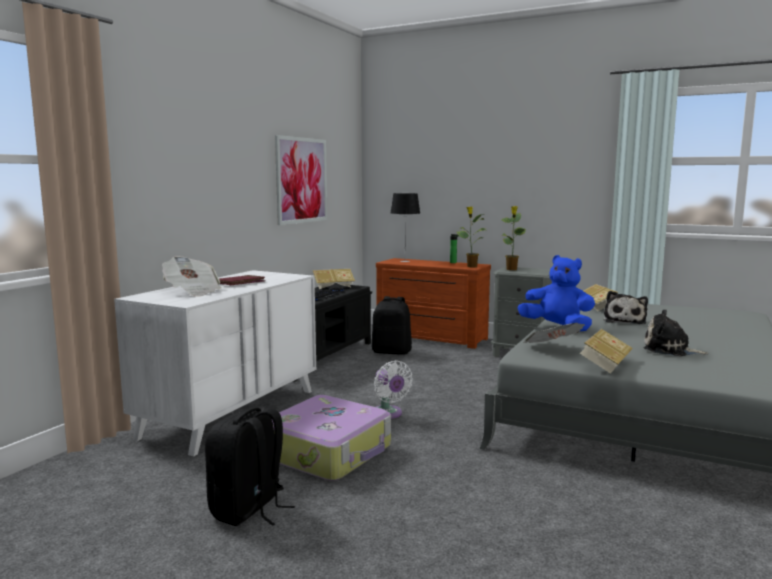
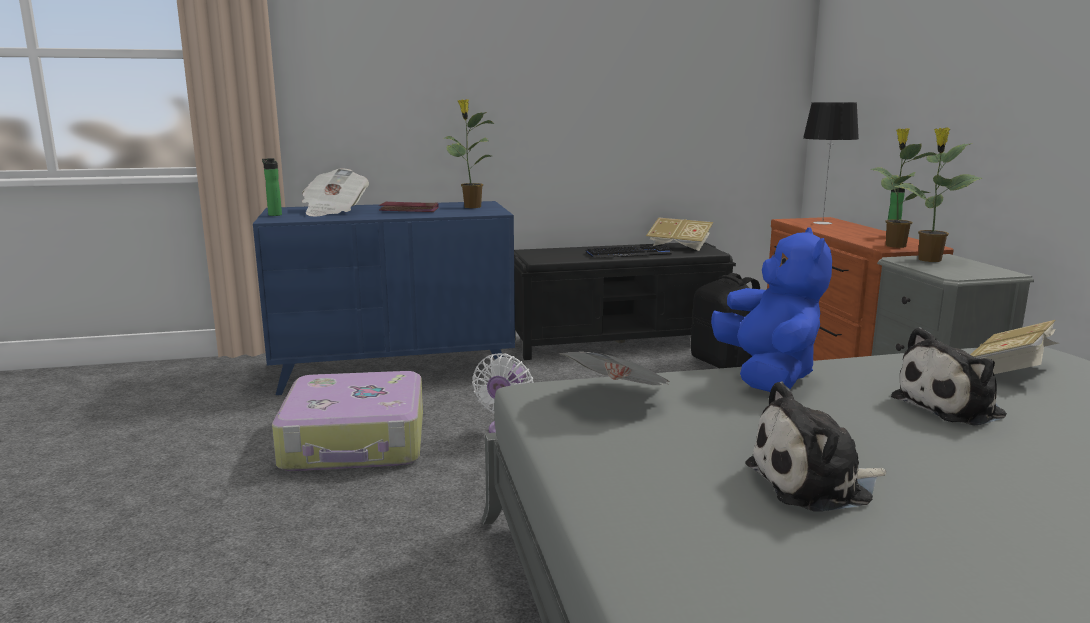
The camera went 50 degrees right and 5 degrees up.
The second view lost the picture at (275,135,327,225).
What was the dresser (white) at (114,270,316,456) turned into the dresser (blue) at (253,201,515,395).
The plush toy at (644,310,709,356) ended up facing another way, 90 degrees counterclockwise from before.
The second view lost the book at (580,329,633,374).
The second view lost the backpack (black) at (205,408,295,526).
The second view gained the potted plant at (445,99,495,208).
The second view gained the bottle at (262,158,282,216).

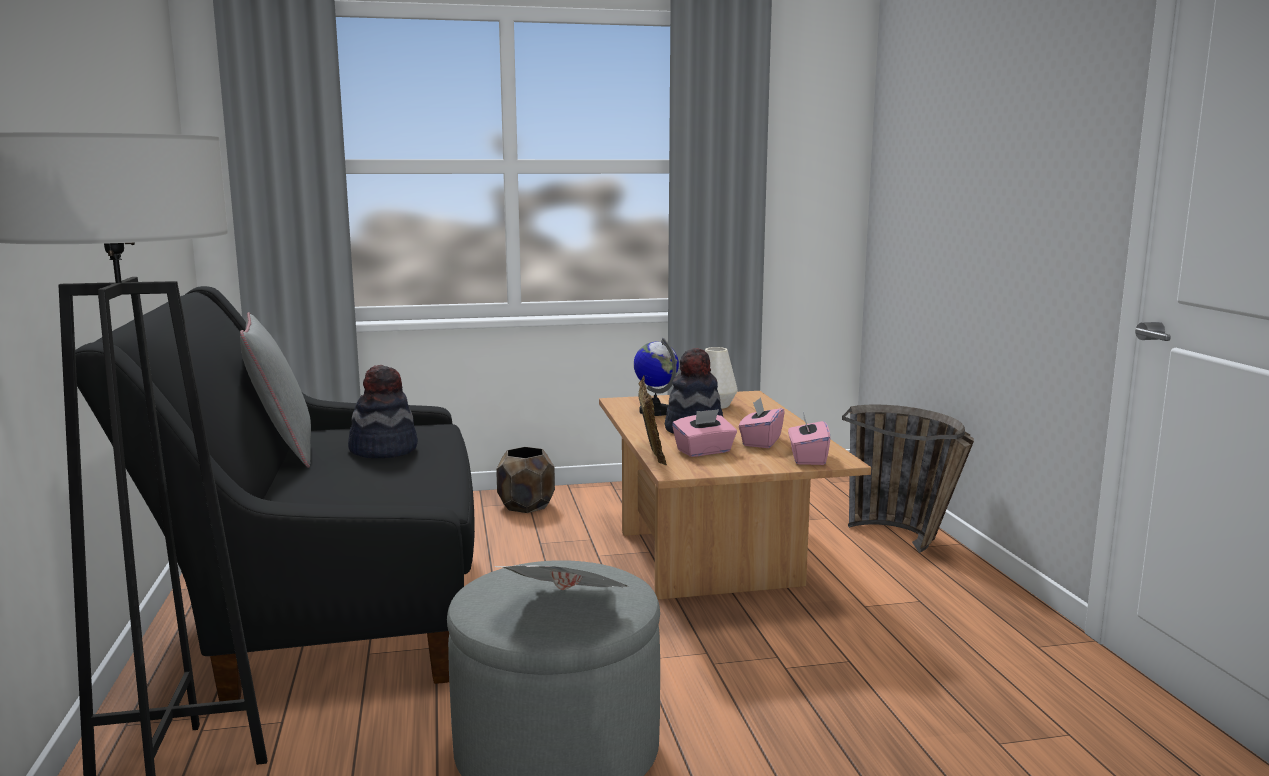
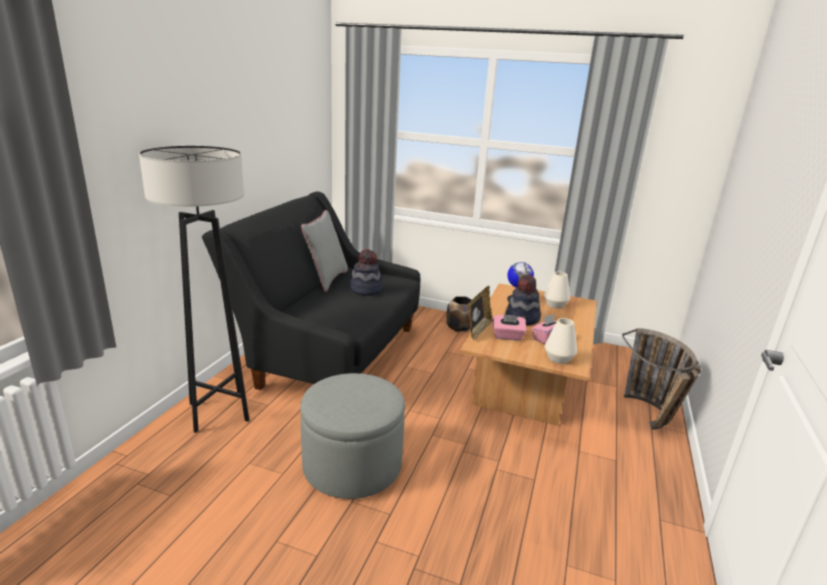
The camera went 30 degrees right and 10 degrees up.
Where the tissue box (pink) stood at (788,412,830,465), the vase (white) came to stand at (545,318,577,364).
The second view lost the newspaper at (494,565,628,590).

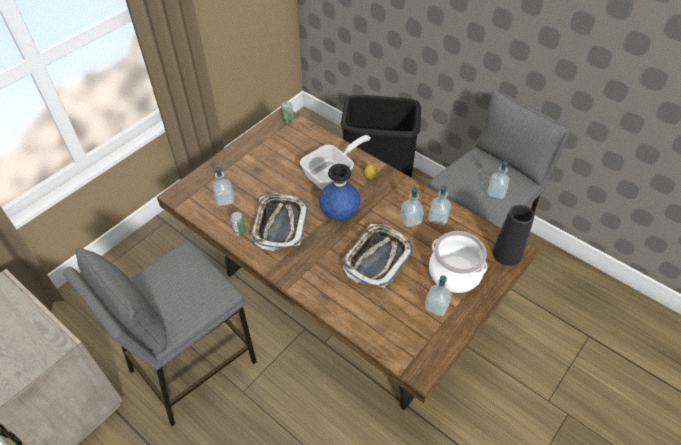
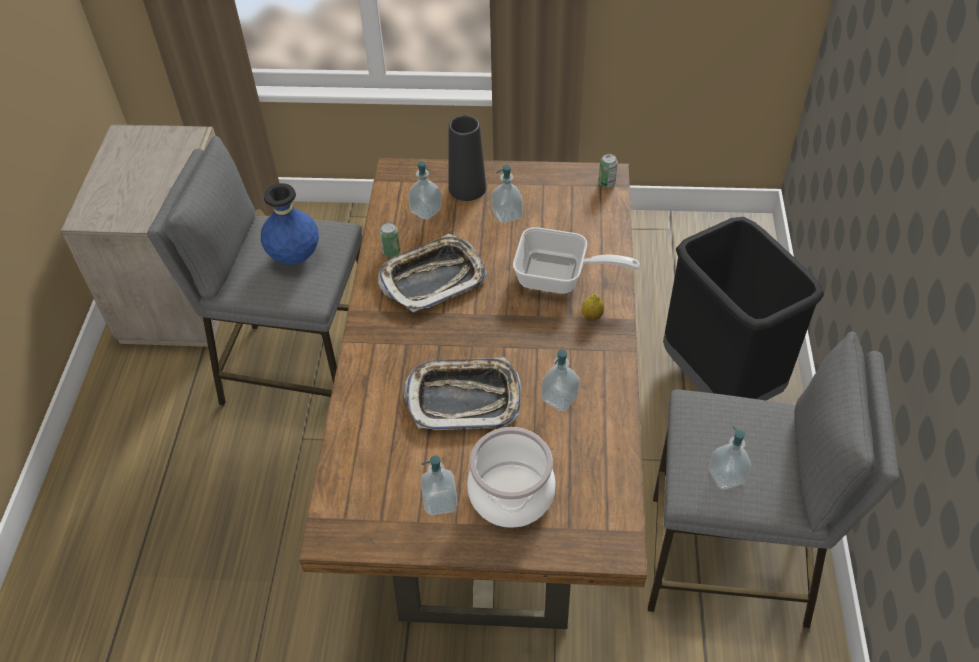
The camera went 55 degrees right and 0 degrees up.
The vase (blue) ended up elsewhere, having gone from (319,164,361,221) to (261,183,319,265).
The soap dispenser ended up elsewhere, having gone from (428,186,451,225) to (492,165,522,223).
The vase (black) ended up elsewhere, having gone from (492,205,534,266) to (448,115,486,201).

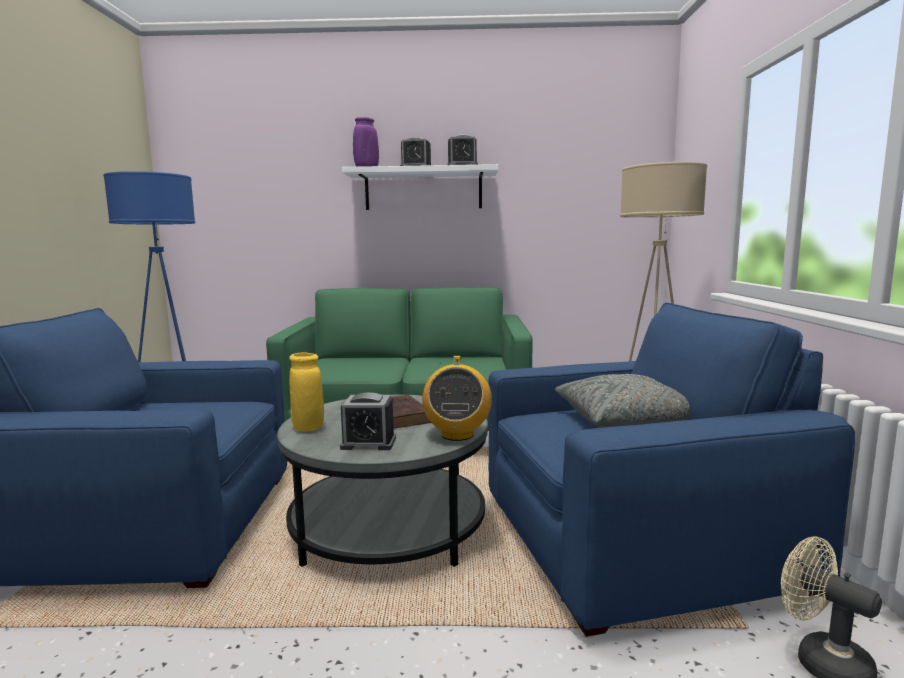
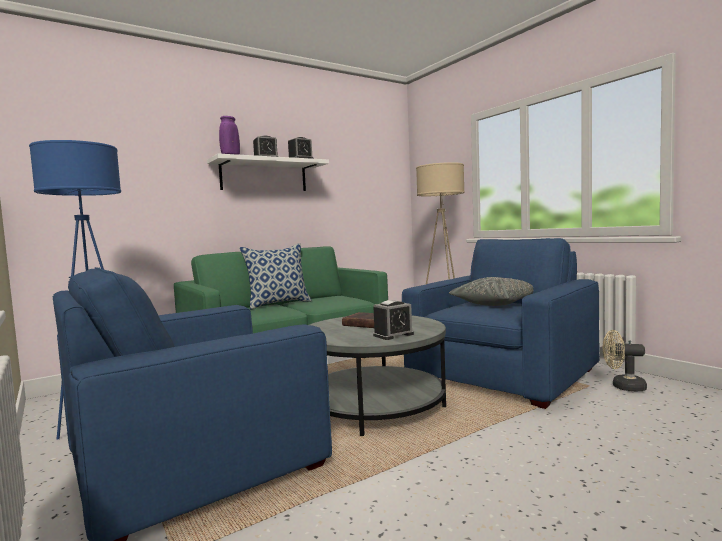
The camera went 35 degrees left and 5 degrees down.
The second view lost the vase (yellow) at (289,353,324,432).
The second view lost the radio at (422,356,492,441).
The second view gained the pillow at (240,243,312,309).

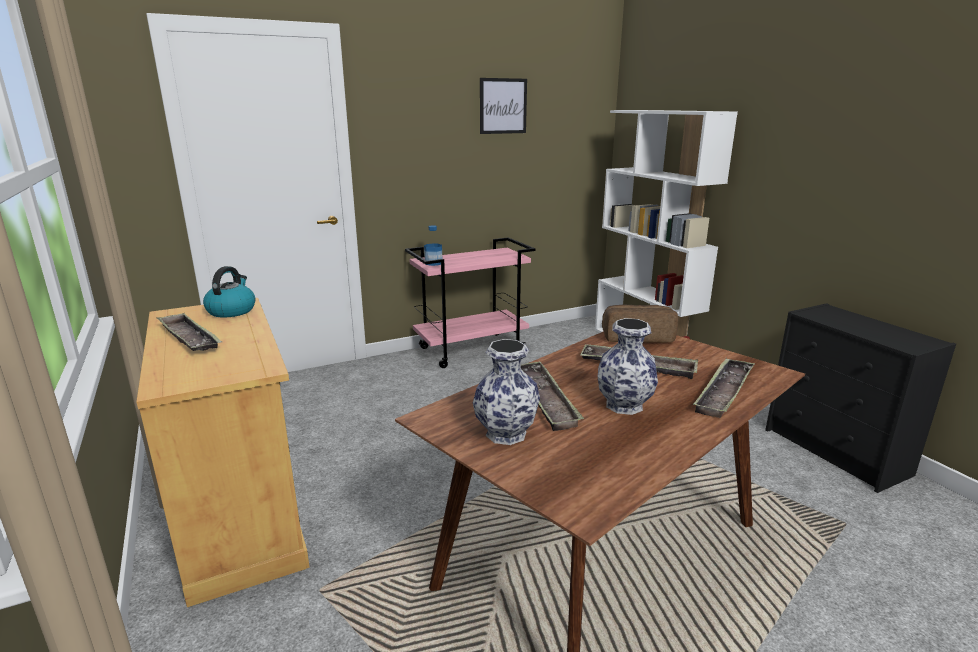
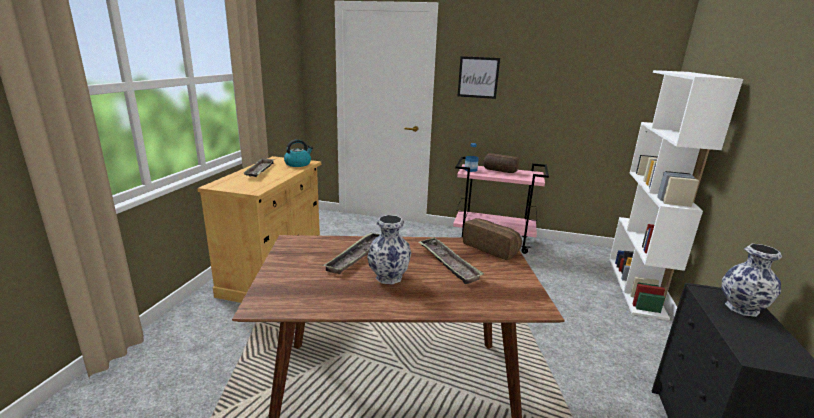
The camera went 40 degrees right and 0 degrees up.
The picture ended up elsewhere, having gone from (480,78,527,134) to (458,56,500,99).
The vase ended up elsewhere, having gone from (473,339,540,445) to (721,244,782,317).
The second view lost the tray at (693,358,755,418).
The second view gained the bread at (483,153,519,173).

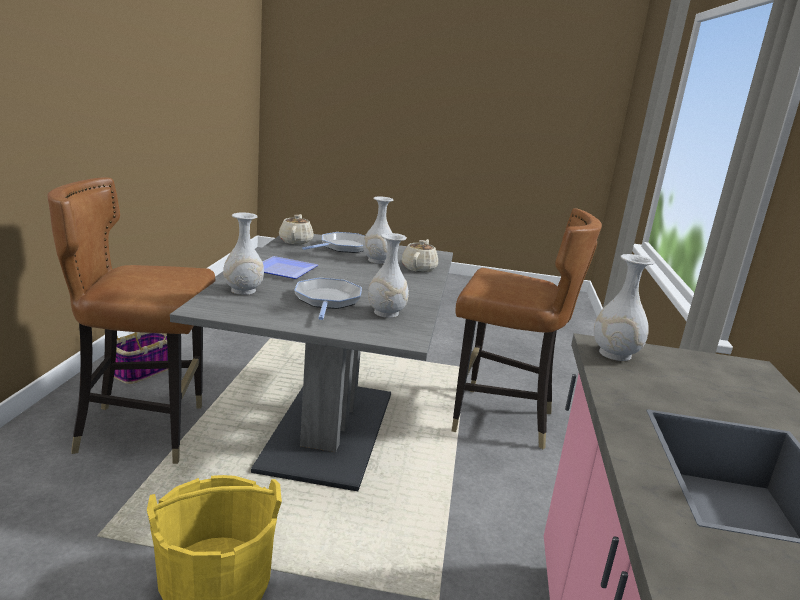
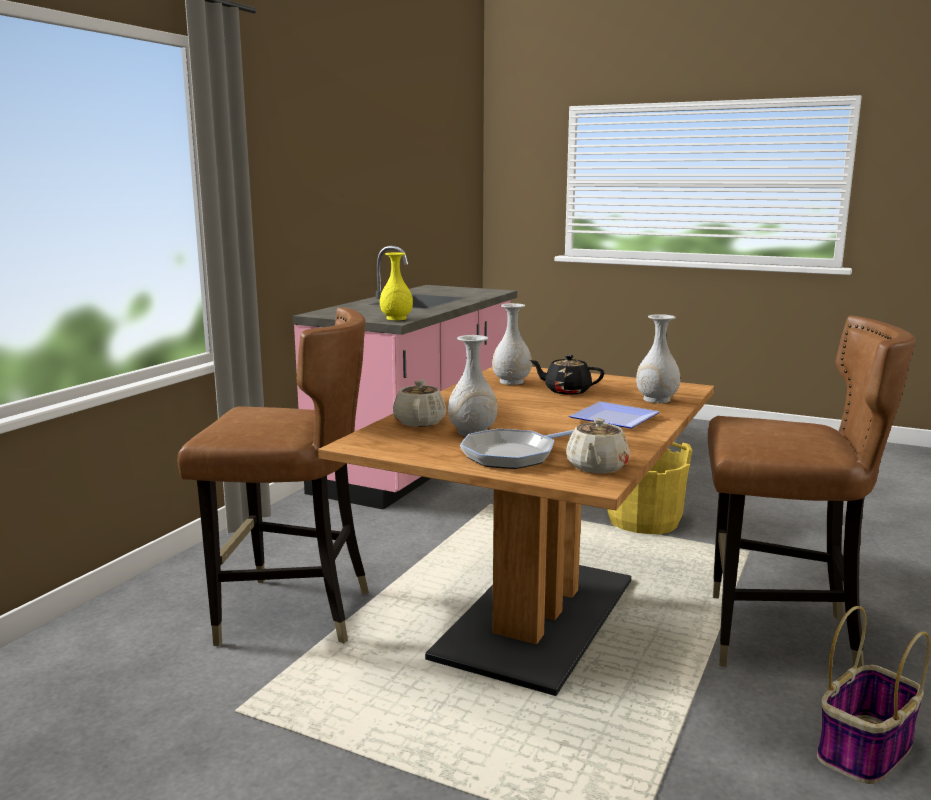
The camera went 160 degrees left and 5 degrees down.
The chair (brown) at (452,208,602,449) ended up facing another way, 150 degrees clockwise from before.
What was the dining table (grey) at (170,234,453,491) turned into the dining table (brown) at (318,367,714,696).
The teapot (beige) at (402,239,438,272) ended up facing another way, 150 degrees clockwise from before.
What was the vase (white) at (594,254,655,361) turned into the vase (yellow) at (380,253,413,321).
Where the frying pan stood at (294,278,362,320), the teapot (black) came to stand at (529,355,604,395).

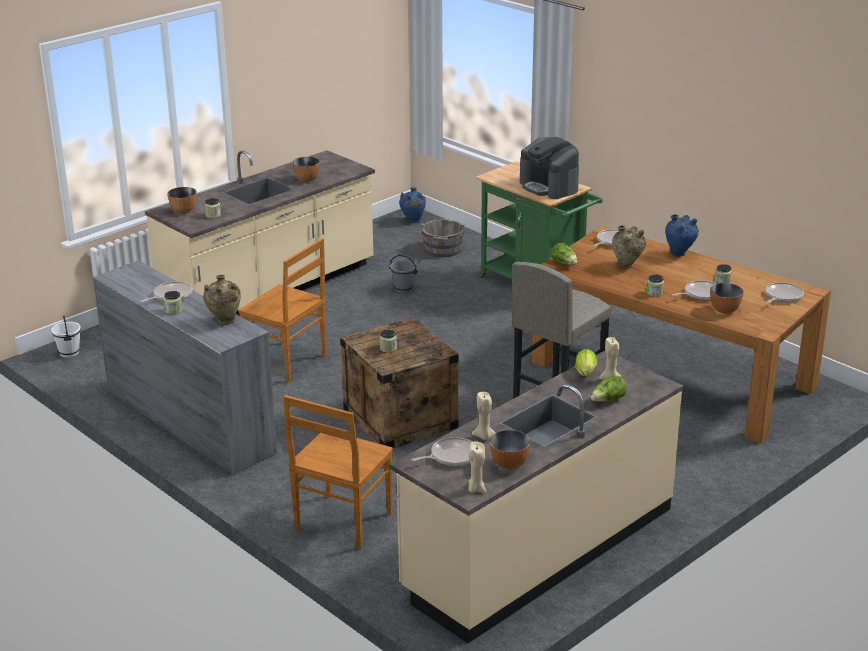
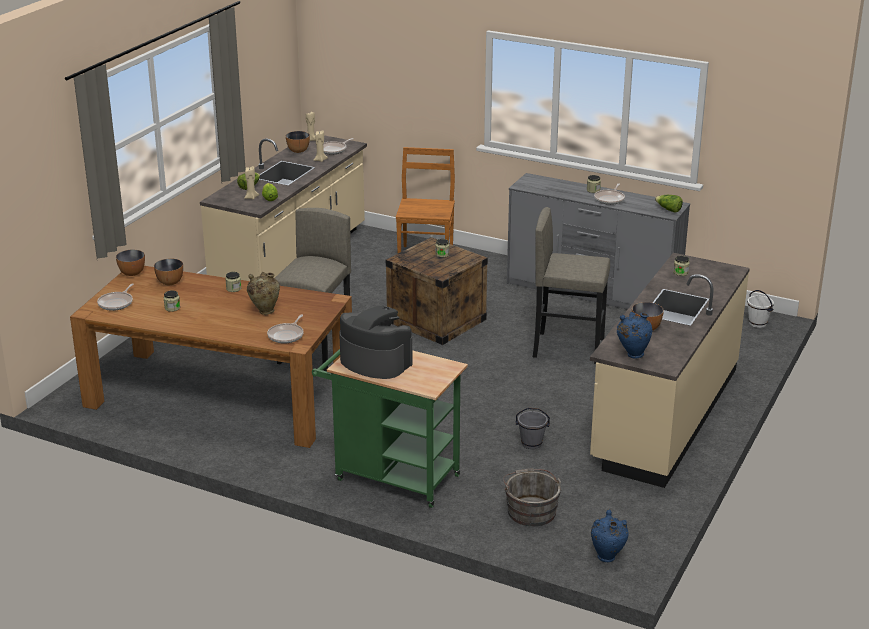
The camera went 160 degrees right and 0 degrees up.
The bowl ended up elsewhere, having gone from (167,187,197,213) to (116,250,145,276).
The vase (blue) ended up elsewhere, having gone from (665,214,699,256) to (617,312,653,358).
Where the chair (brown) stood at (238,238,327,382), the stool (grey) came to stand at (533,207,610,364).
The lettuce ended up elsewhere, having gone from (551,243,577,265) to (655,195,683,213).
The second view lost the vase (beige) at (203,275,241,324).
The second view lost the frying pan at (672,280,717,300).

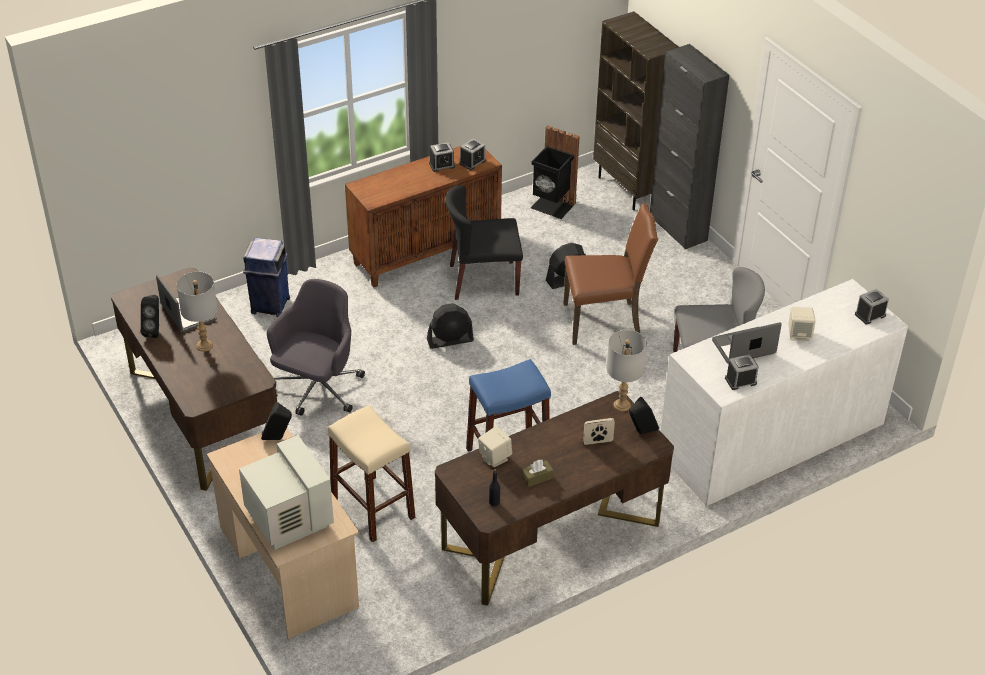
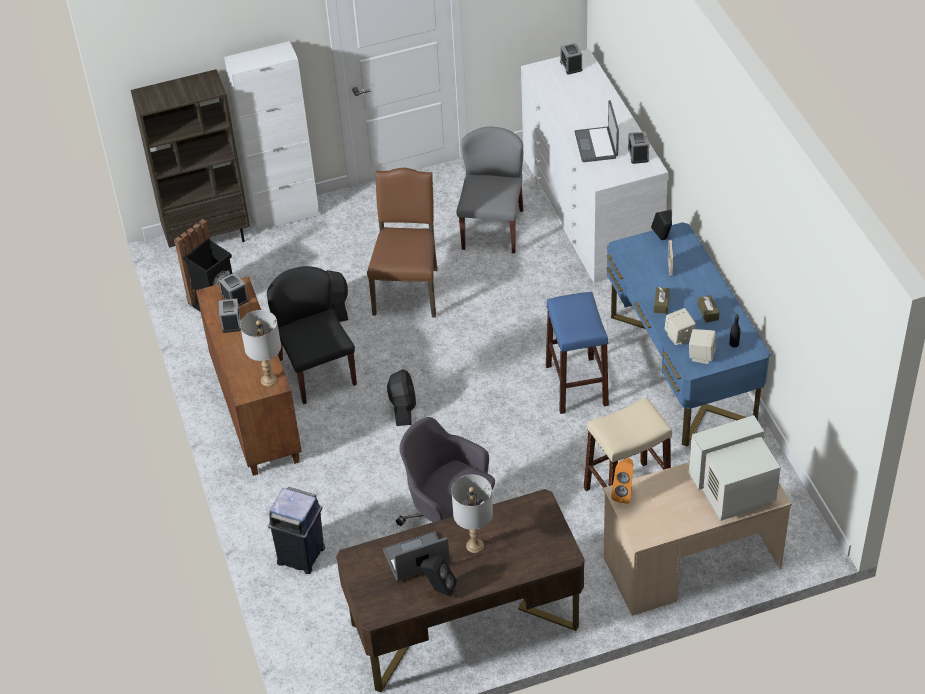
The camera went 75 degrees left and 5 degrees up.
What was the cabinet (black) at (650,44,729,249) turned into the cabinet (white) at (224,41,320,232).
The chair (black) at (445,185,523,300) ended up facing another way, 150 degrees clockwise from before.
The speaker (beige) ended up elsewhere, having gone from (788,307,816,341) to (689,329,716,364).
The table lamp (grey) ended up elsewhere, having gone from (607,330,647,411) to (240,310,281,386).
What was the desk (brown) at (435,391,674,606) turned into the desk (blue) at (606,222,771,447).
What was the speaker (black) at (261,402,292,440) turned into the speaker (orange) at (611,458,633,504).
The second view gained the tissue box (brown) at (654,287,670,314).

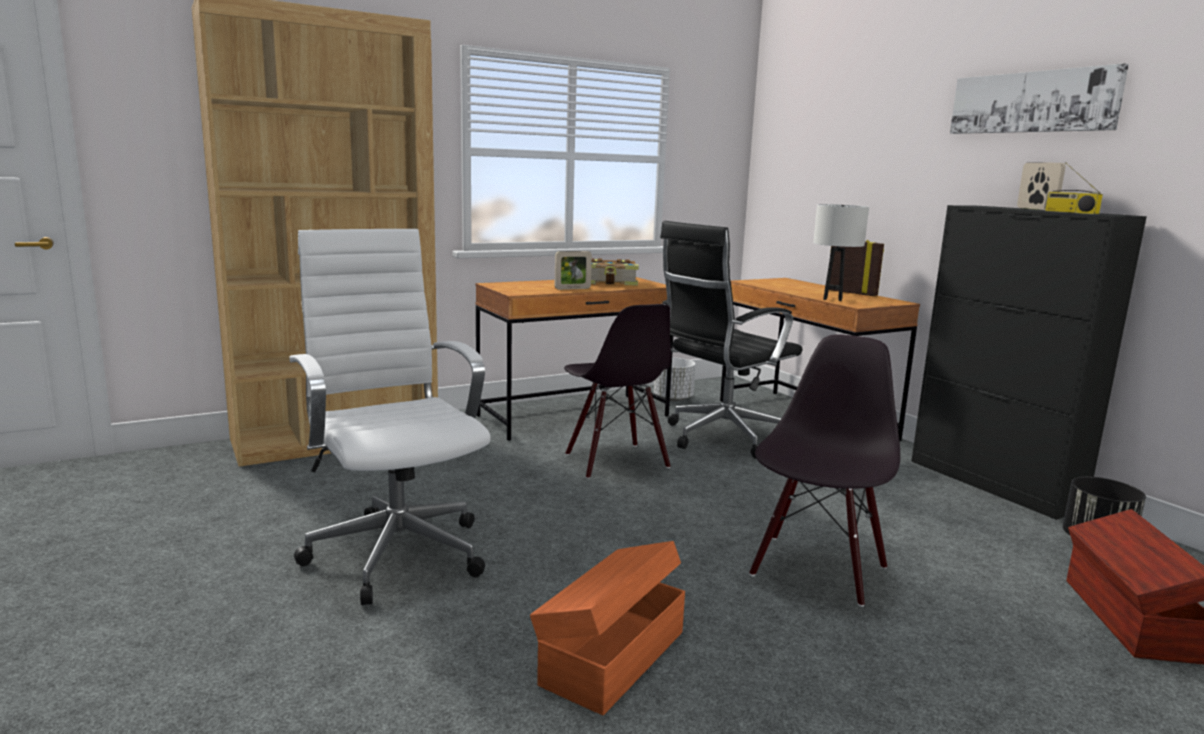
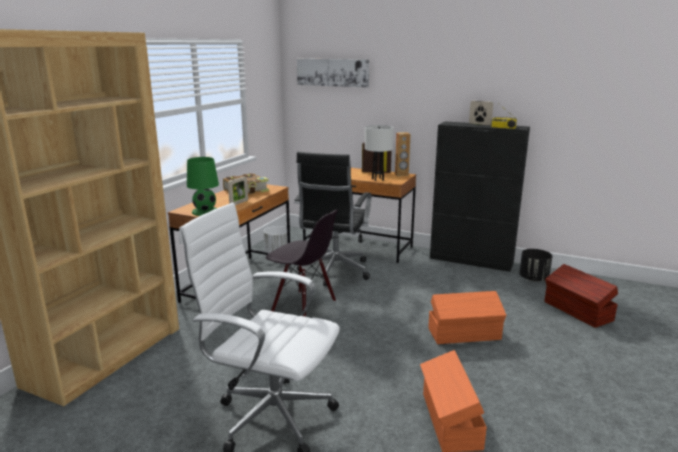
The camera went 35 degrees left and 5 degrees up.
The picture ended up elsewhere, having gone from (950,63,1129,134) to (297,59,369,88).
Where the chair (black) stood at (749,334,900,607), the storage box (orange) came to stand at (428,291,506,344).
The second view gained the speaker (brown) at (395,132,411,176).
The second view gained the table lamp (green) at (187,157,219,216).

